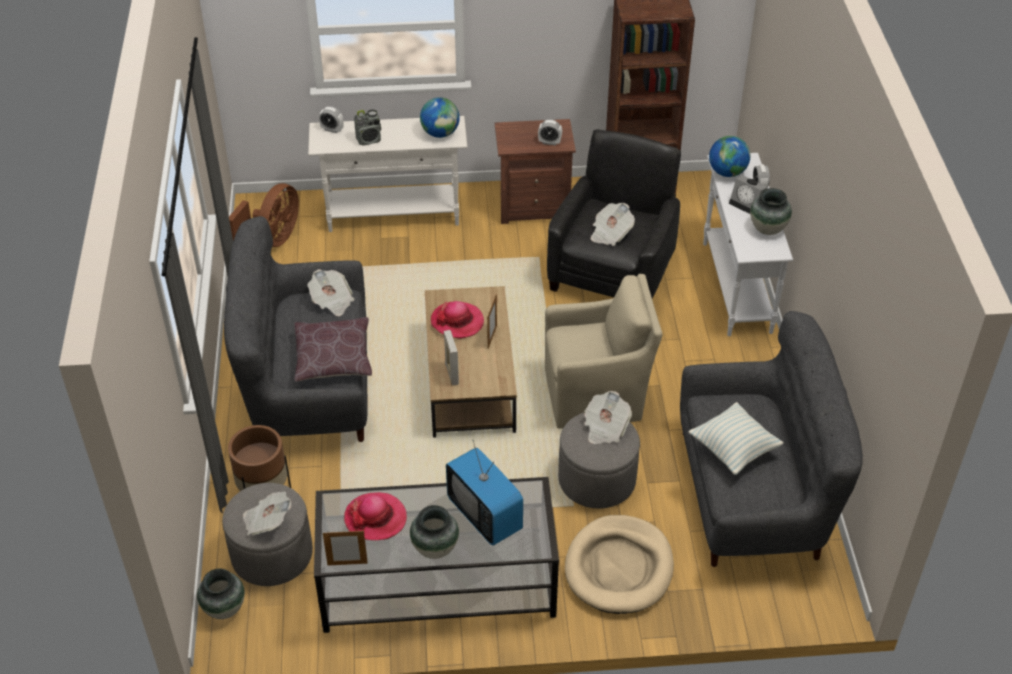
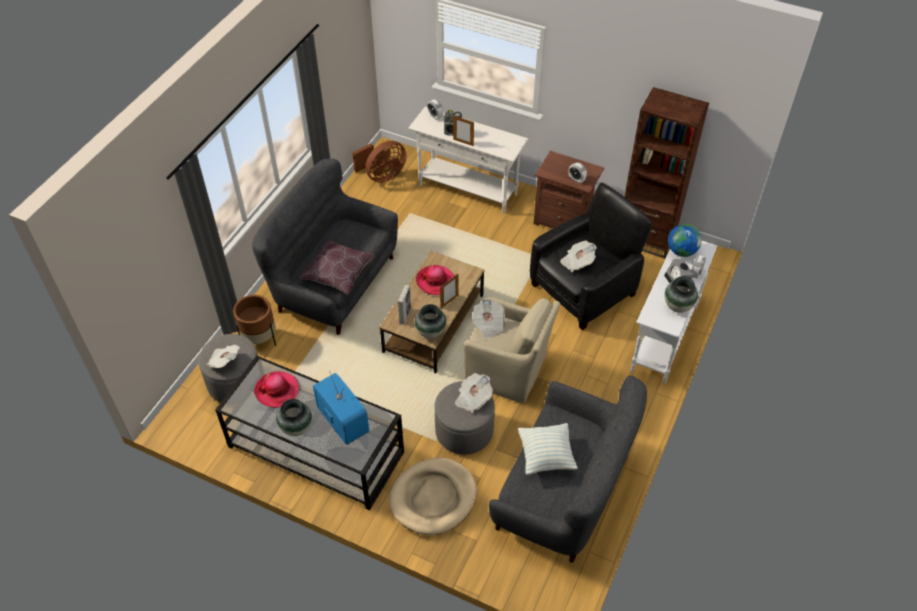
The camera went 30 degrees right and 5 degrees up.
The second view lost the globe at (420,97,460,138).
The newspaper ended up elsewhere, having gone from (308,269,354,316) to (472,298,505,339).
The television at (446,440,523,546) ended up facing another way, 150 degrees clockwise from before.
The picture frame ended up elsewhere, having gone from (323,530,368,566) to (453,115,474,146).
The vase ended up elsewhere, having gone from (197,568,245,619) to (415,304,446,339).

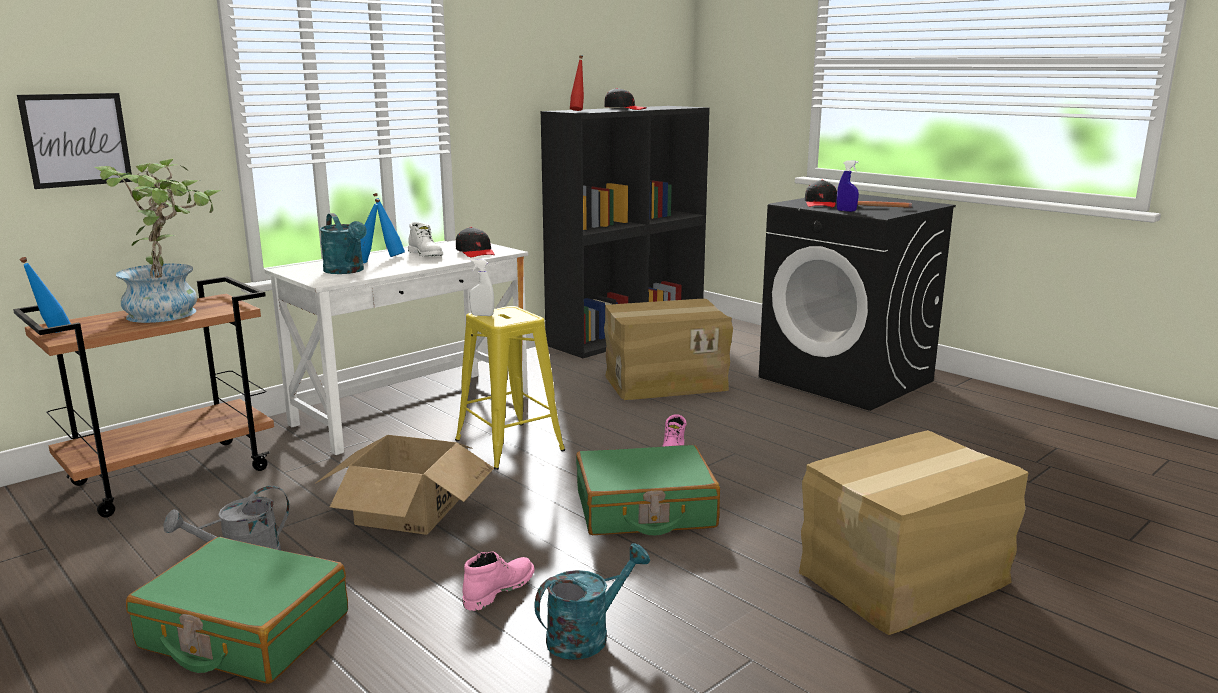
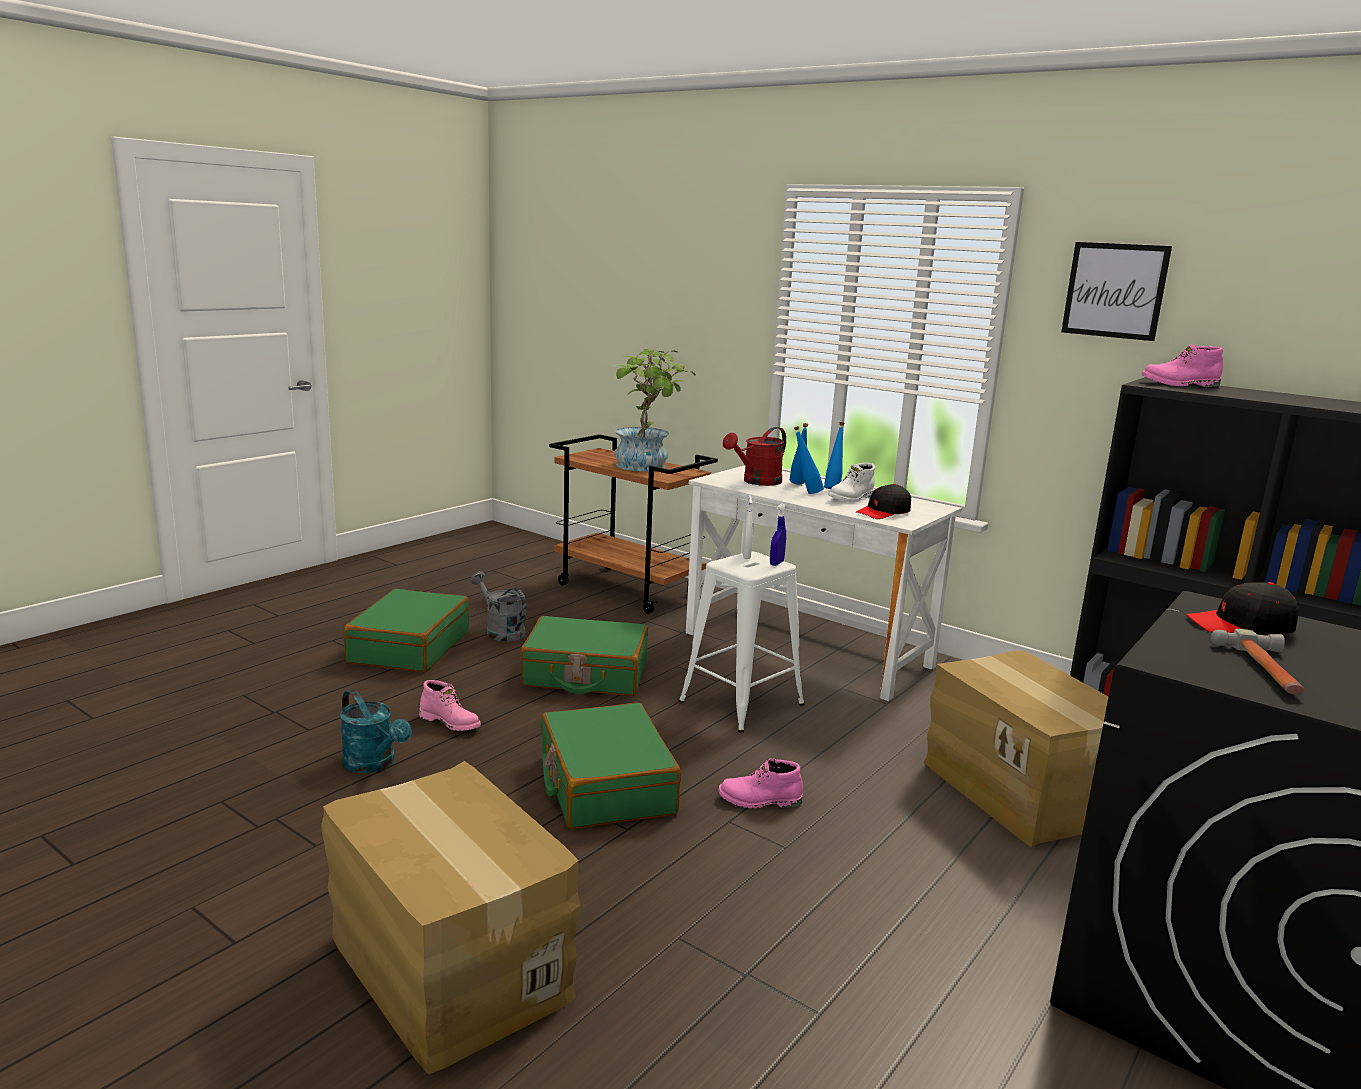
The camera went 80 degrees right and 0 degrees up.
Where the bottle (red) stood at (570,55,584,111), the boot (pink) came to stand at (1141,344,1223,387).
The second view lost the cap (black) at (604,88,647,110).
The picture ended up elsewhere, having gone from (17,93,132,189) to (1061,242,1172,341).
The spray bottle (blue) ended up elsewhere, having gone from (837,160,859,212) to (770,503,786,566).
What was the watering can (turquoise) at (320,213,367,274) turned into the watering can (red) at (723,427,786,486).
The bottle (blue) ended up elsewhere, having gone from (20,257,71,333) to (794,426,824,494).
What was the stool (yellow) at (455,306,565,470) turned into the stool (white) at (679,551,805,732).
Where the cardboard box stood at (315,435,494,535), the suitcase (green) came to stand at (520,616,648,696).

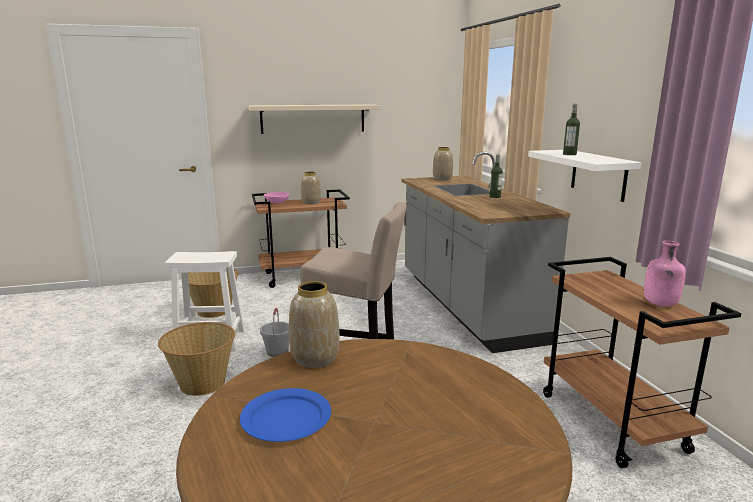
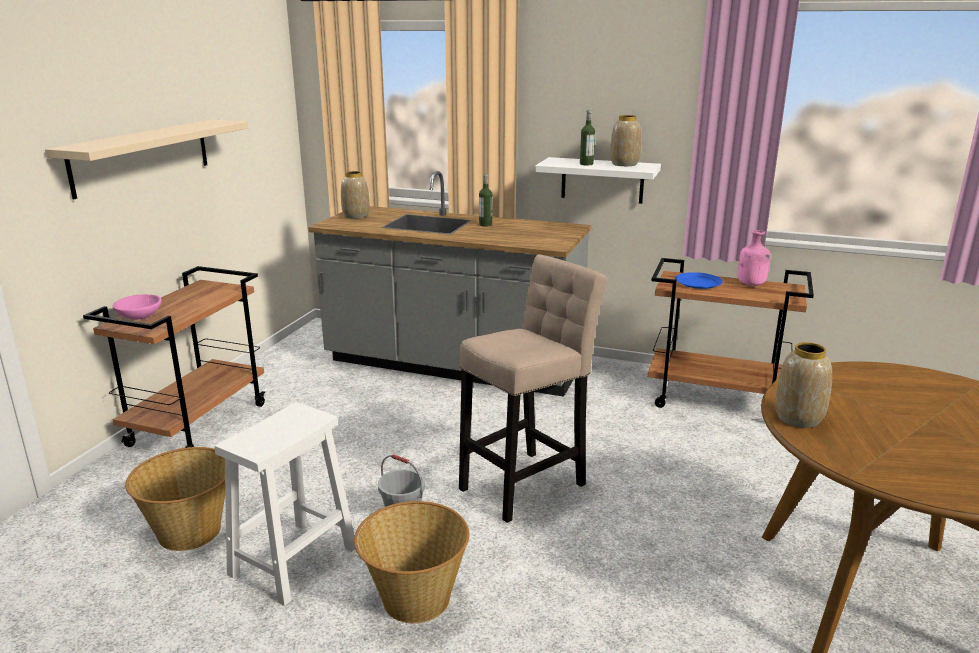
The camera went 55 degrees left and 5 degrees up.
The vase ended up elsewhere, having gone from (301,172,321,204) to (610,115,641,166).
The plate (blue) ended up elsewhere, having gone from (240,388,331,442) to (675,272,723,289).

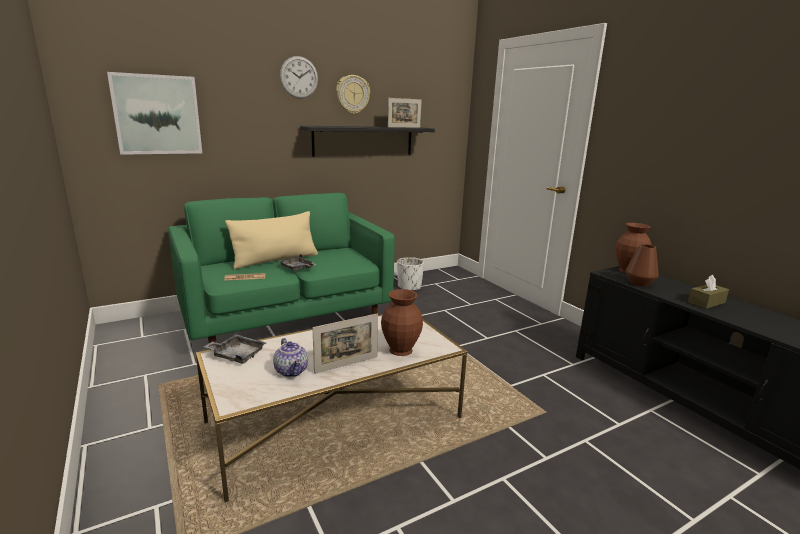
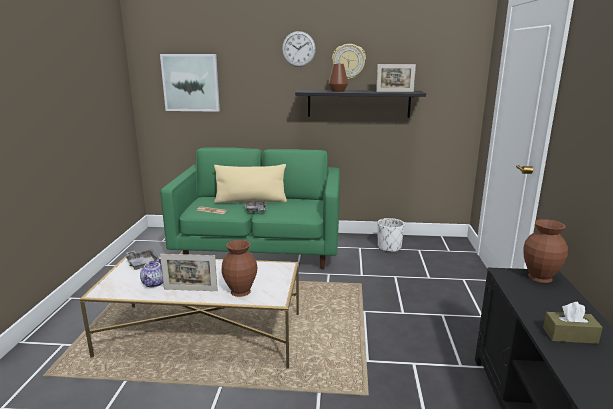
The camera went 35 degrees right and 0 degrees up.
The vase (brown) ended up elsewhere, having gone from (626,244,659,287) to (328,64,348,92).

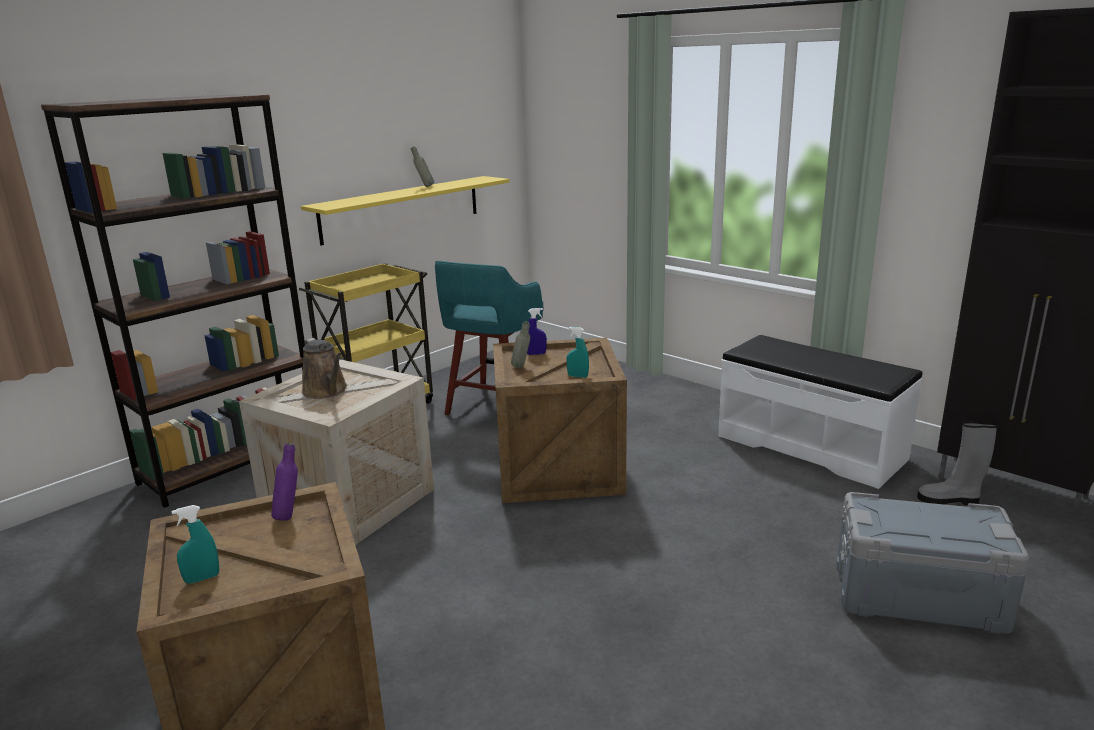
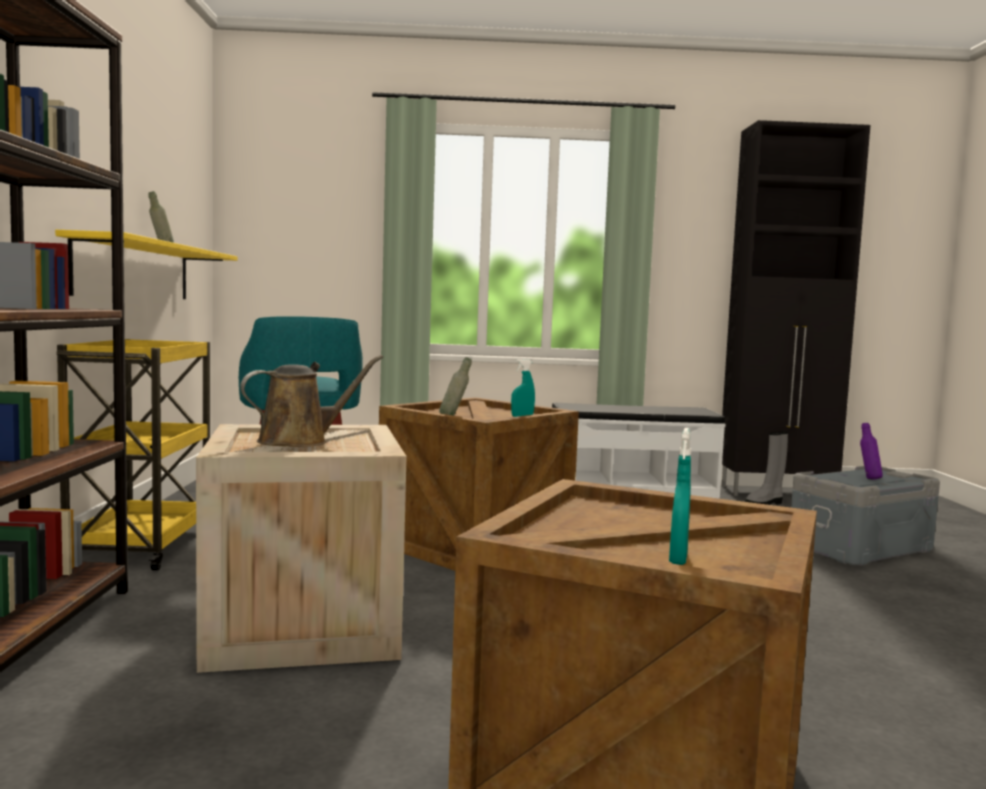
The camera went 45 degrees left and 15 degrees down.
The second view lost the spray bottle (blue) at (527,308,547,355).
The watering can (brown) at (302,338,347,399) ended up facing another way, 45 degrees counterclockwise from before.
The bottle (purple) ended up elsewhere, having gone from (271,443,298,521) to (860,423,883,480).

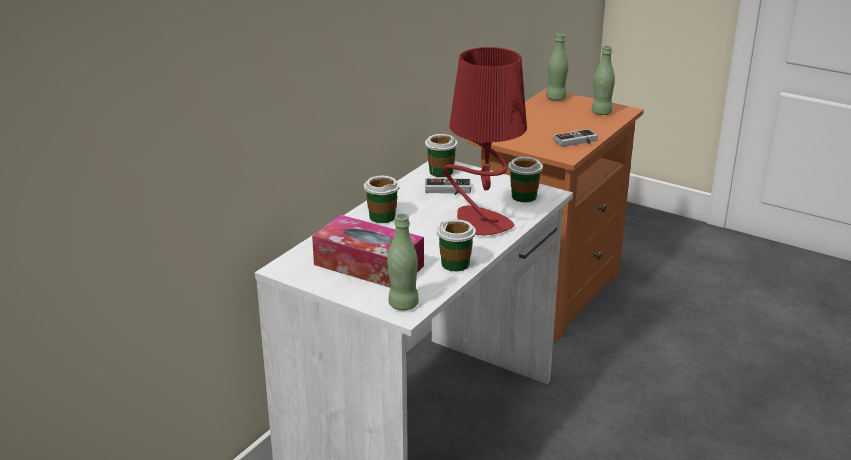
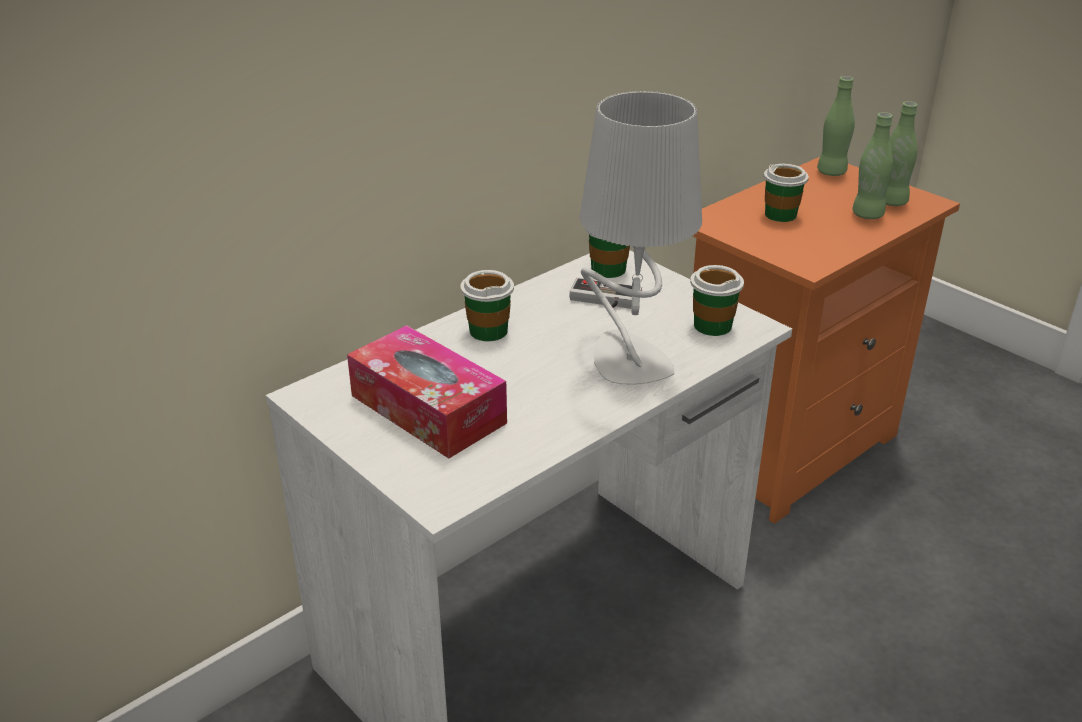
The camera went 15 degrees right and 5 degrees up.
What was the table lamp (red) at (443,47,527,235) turned into the table lamp (grey) at (579,91,702,385).
The second view lost the game controller at (553,129,598,147).
The bottle (green) ended up elsewhere, having gone from (387,213,419,310) to (852,112,893,219).
The cup ended up elsewhere, having gone from (437,219,476,271) to (764,164,809,222).

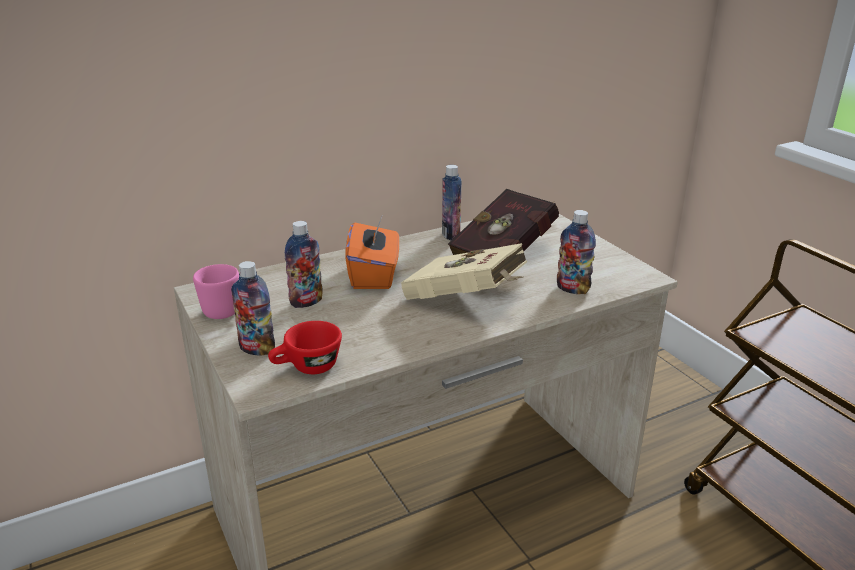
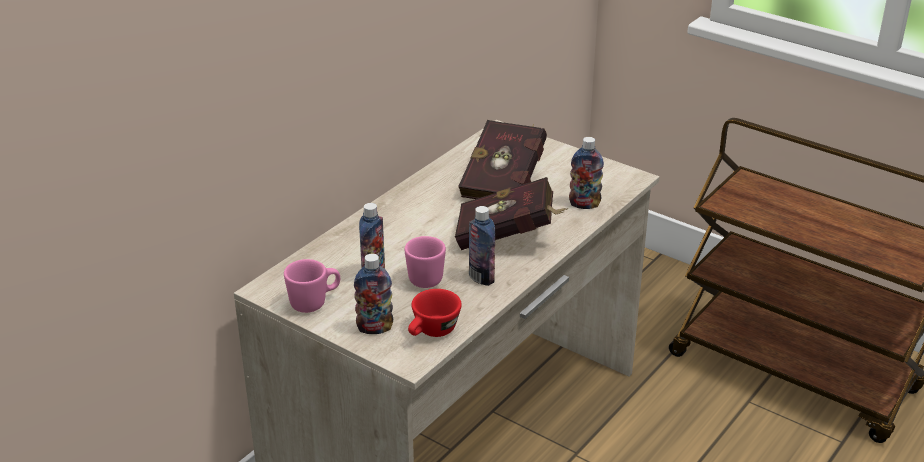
The camera went 25 degrees left and 5 degrees up.
The bottle ended up elsewhere, having gone from (442,165,462,241) to (469,206,495,286).
The second view lost the tissue box (orange) at (345,217,399,289).
What was the book (beige) at (401,243,527,300) turned into the book (red) at (455,177,569,250).
The second view gained the mug (pink) at (405,236,446,288).

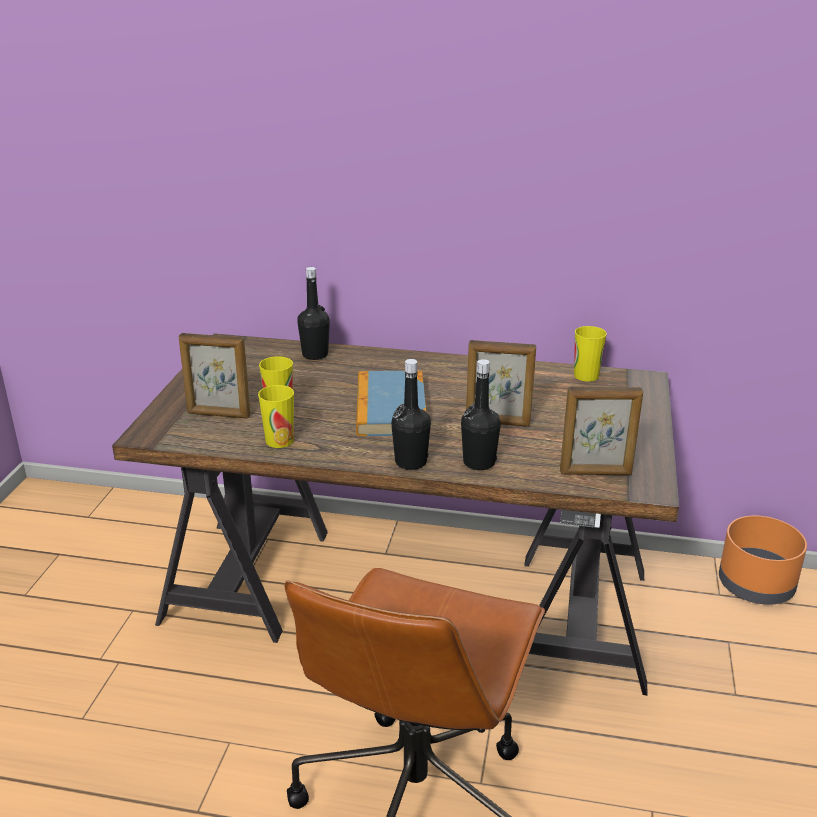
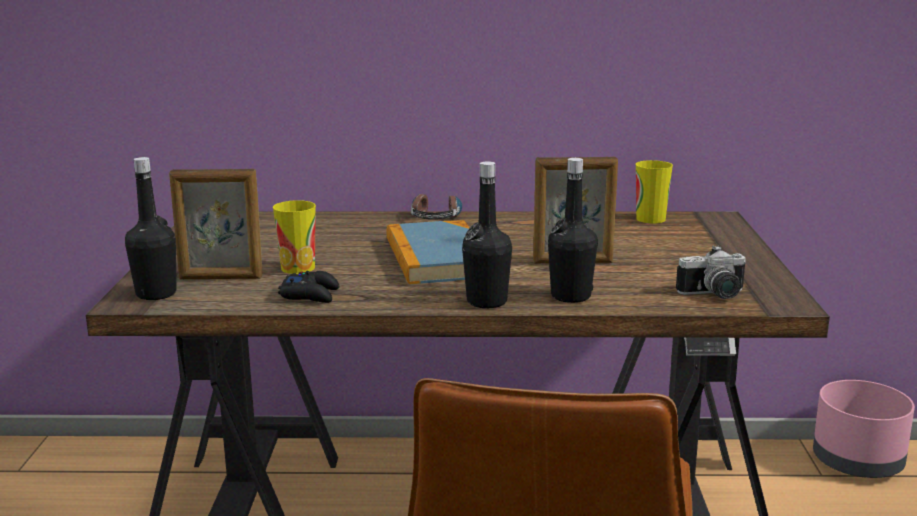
The camera went 10 degrees left and 10 degrees down.
The bottle (black) ended up elsewhere, having gone from (297,267,330,360) to (125,157,176,300).
Where the cup stood at (258,385,294,448), the game controller (black) came to stand at (278,271,339,303).
Where the picture frame stood at (560,386,643,475), the photo camera came to stand at (676,245,746,299).
What was the planter (orange) at (719,515,807,605) turned into the planter (pink) at (813,380,915,478).
The second view gained the headphones at (411,194,462,220).

